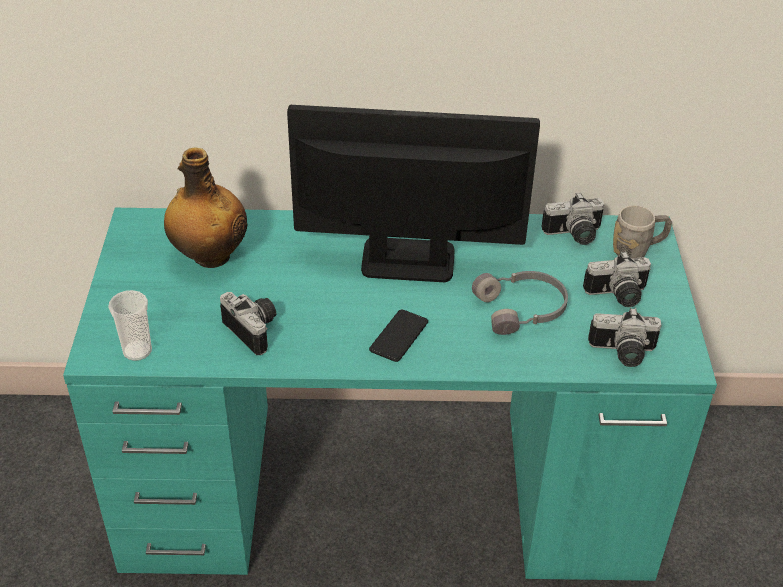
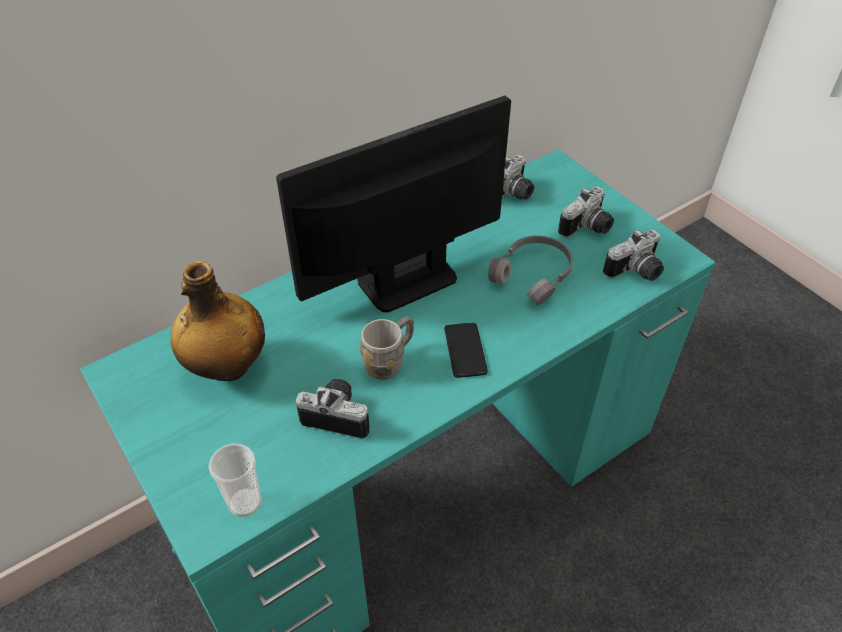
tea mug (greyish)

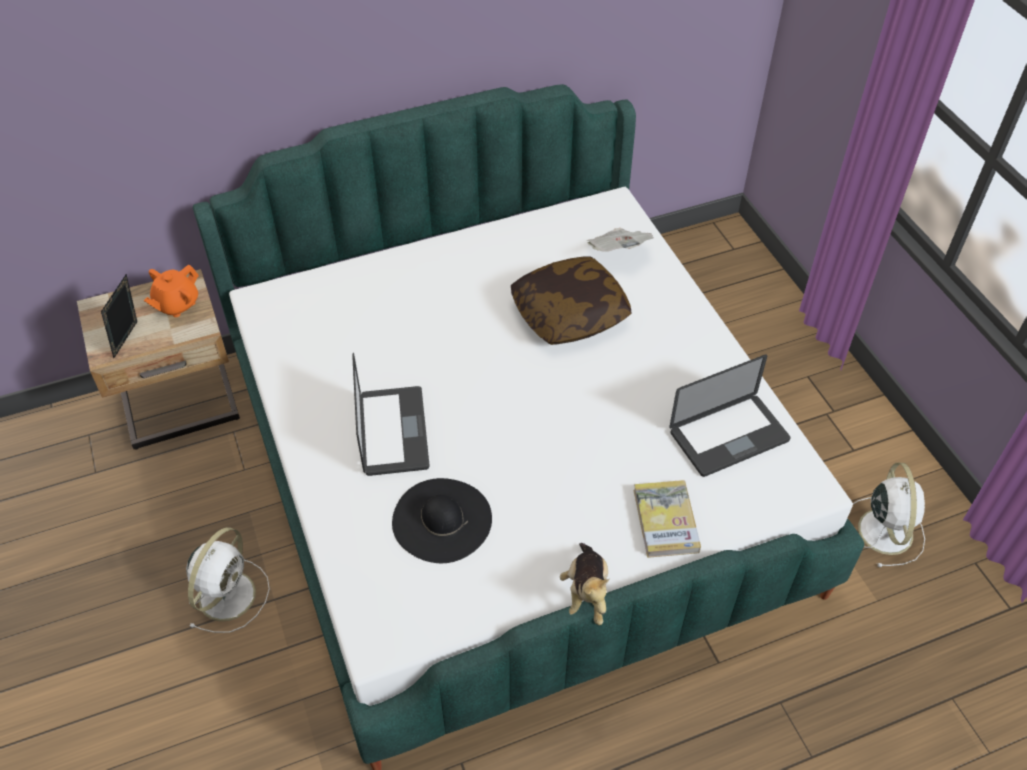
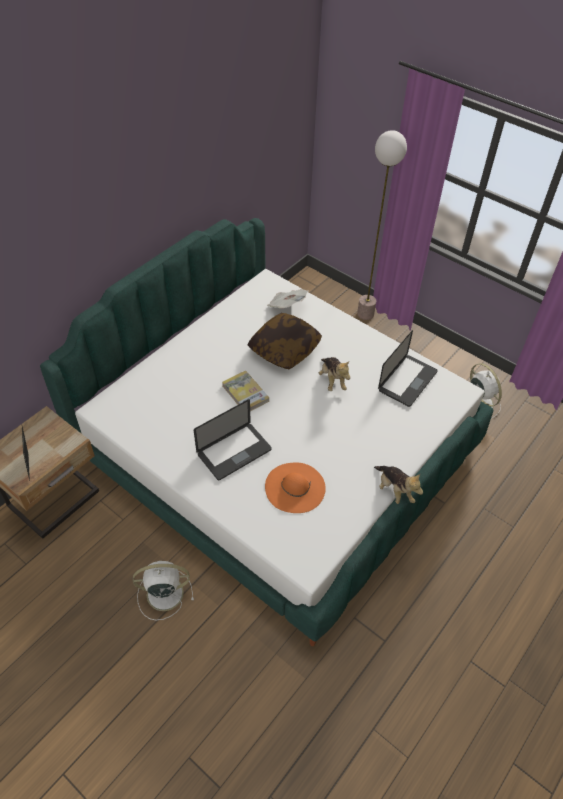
pot for tea (orange)
cuddly toy (no. 1 from left)
floor lamp
volume
clothing hat (orange)
cooling fan (white-coloured) (no. 1 from left)
notebook computer (no. 1 from left)

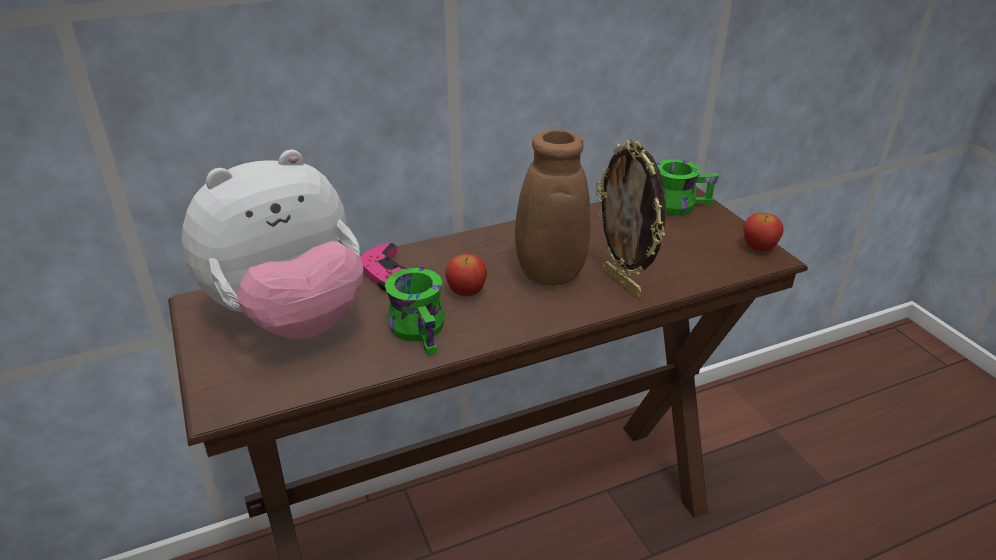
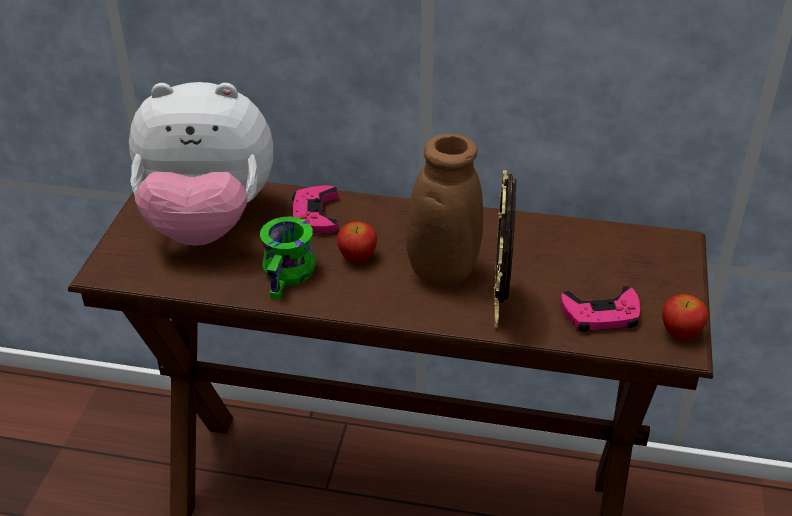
tea mug (greenish) (no. 2 from left in the first image)
game controller (pink-coloured) (no. 2 from left)

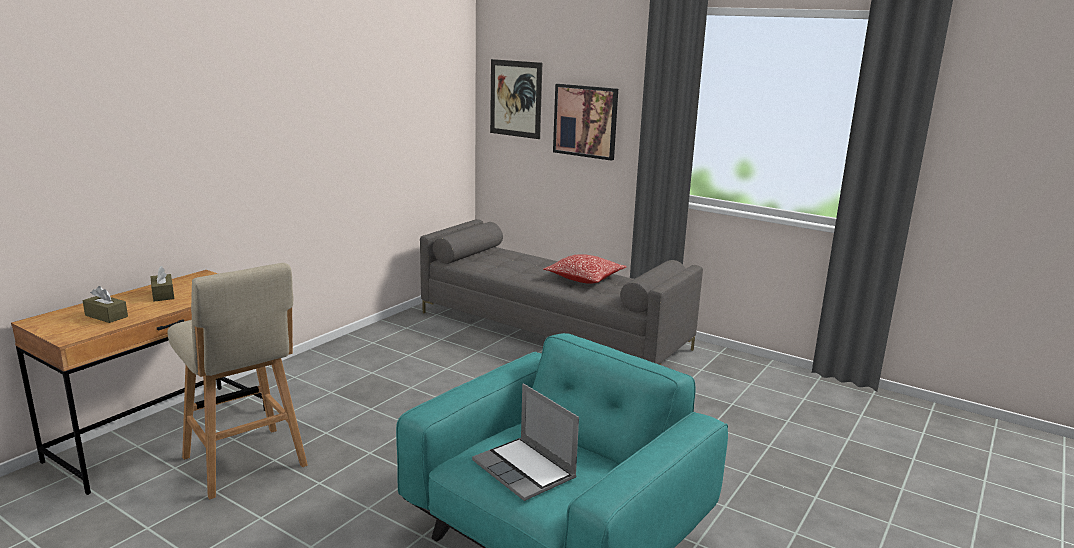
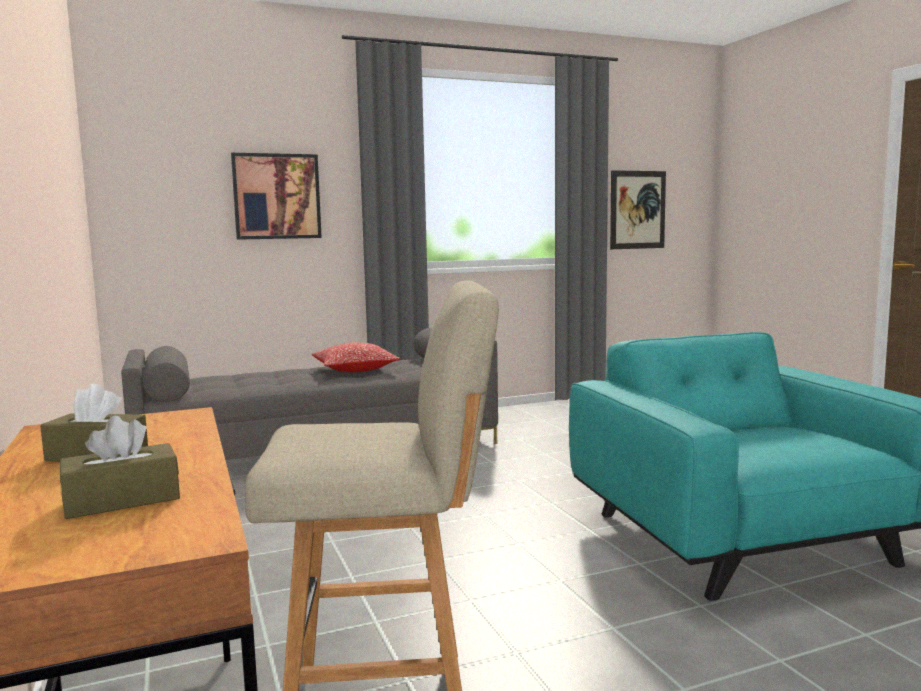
notebook computer
wall art (no. 2 from left)

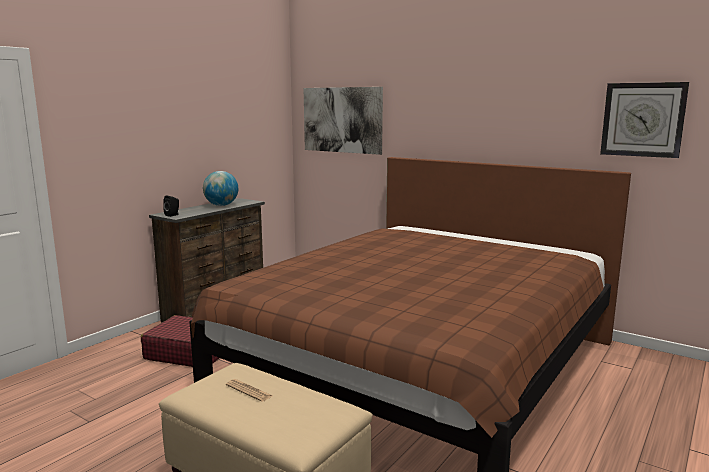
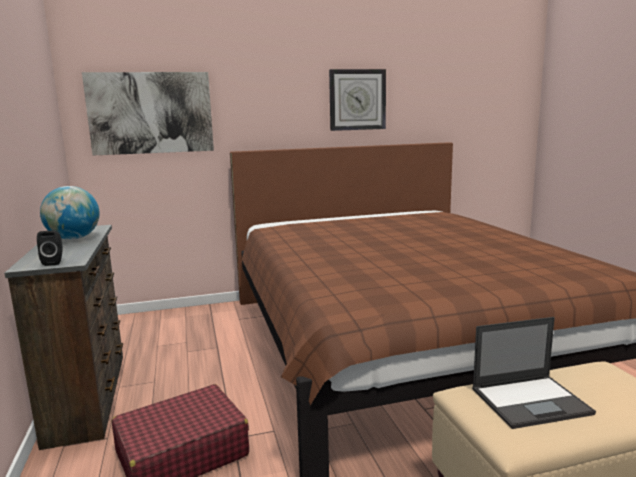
hanging clock
notebook computer

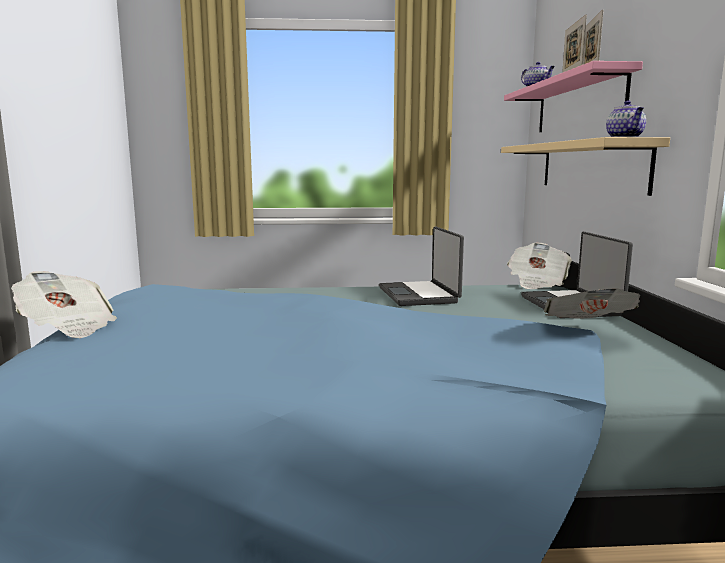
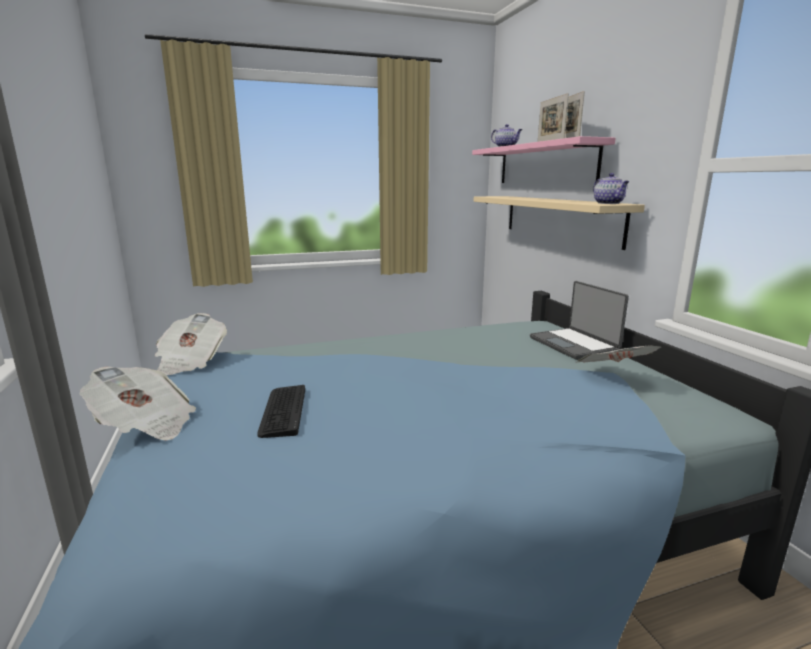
notebook computer (no. 1 from left in the first image)
computer keyboard
printed paper (no. 2 from left)

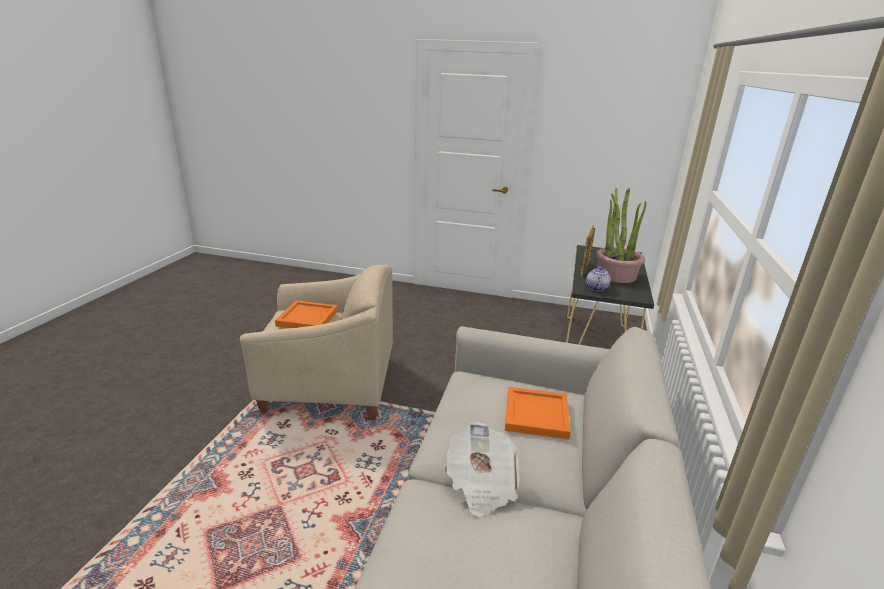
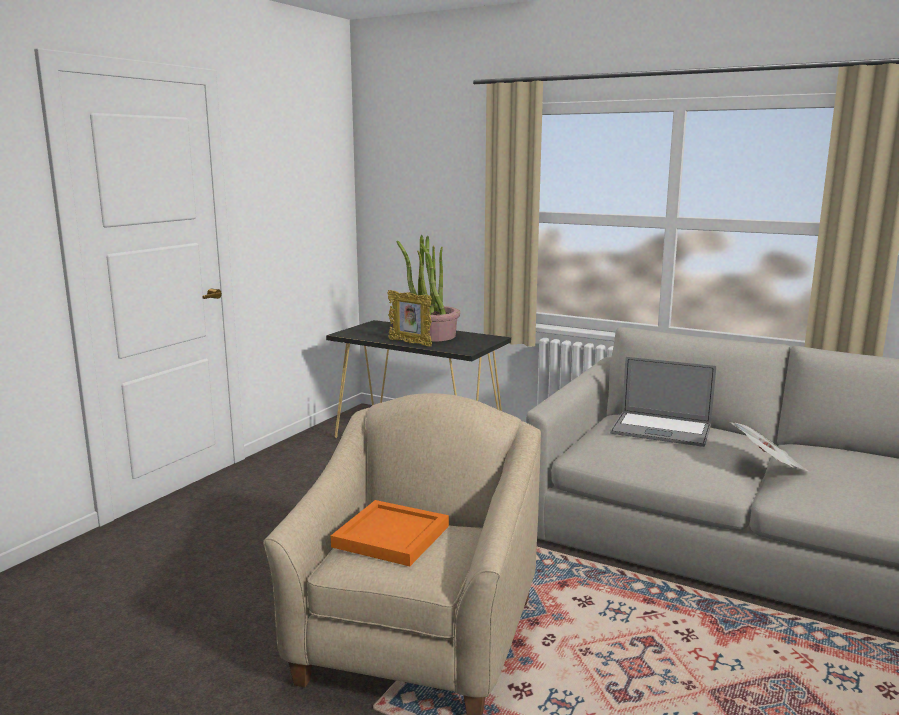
pot for tea
notebook computer

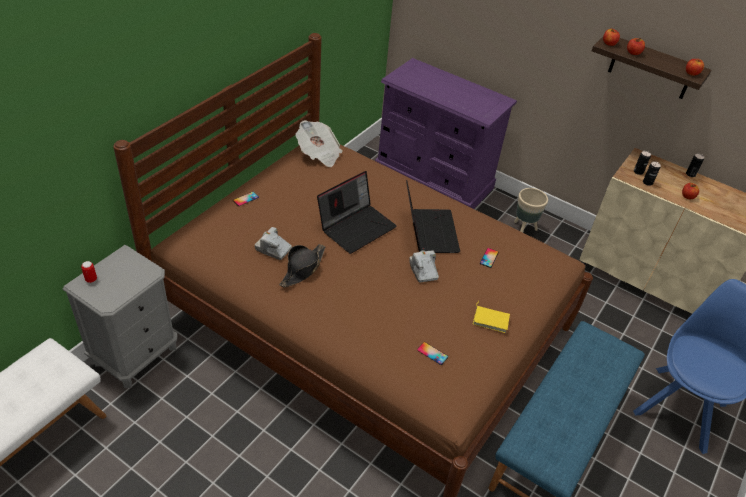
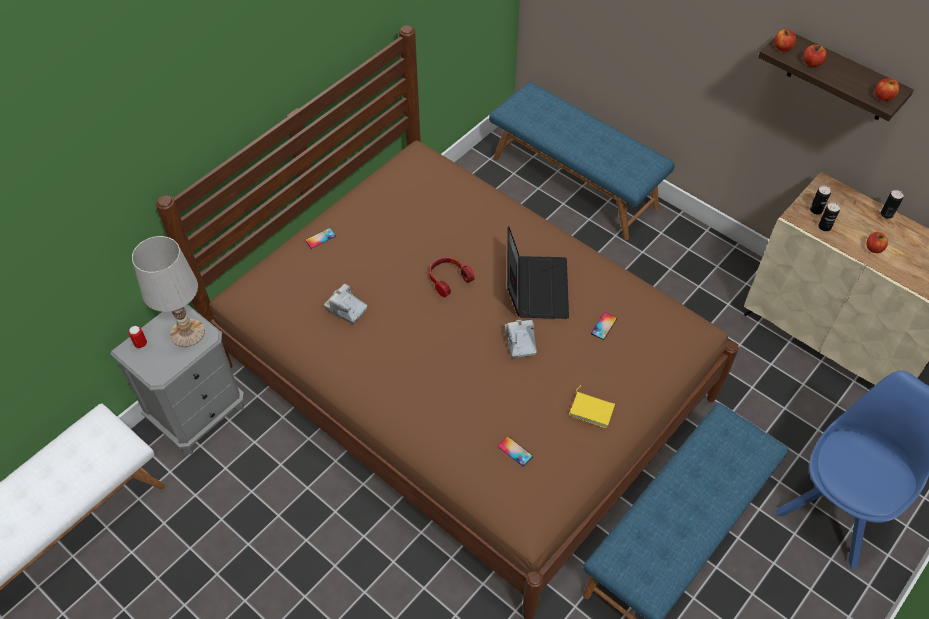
clothing hat (black)
printed paper
flower pot (beige-coloured)
lamp for a table (white-coloured)
pair of headphones
bench (blue-coloured) (no. 1 from left)

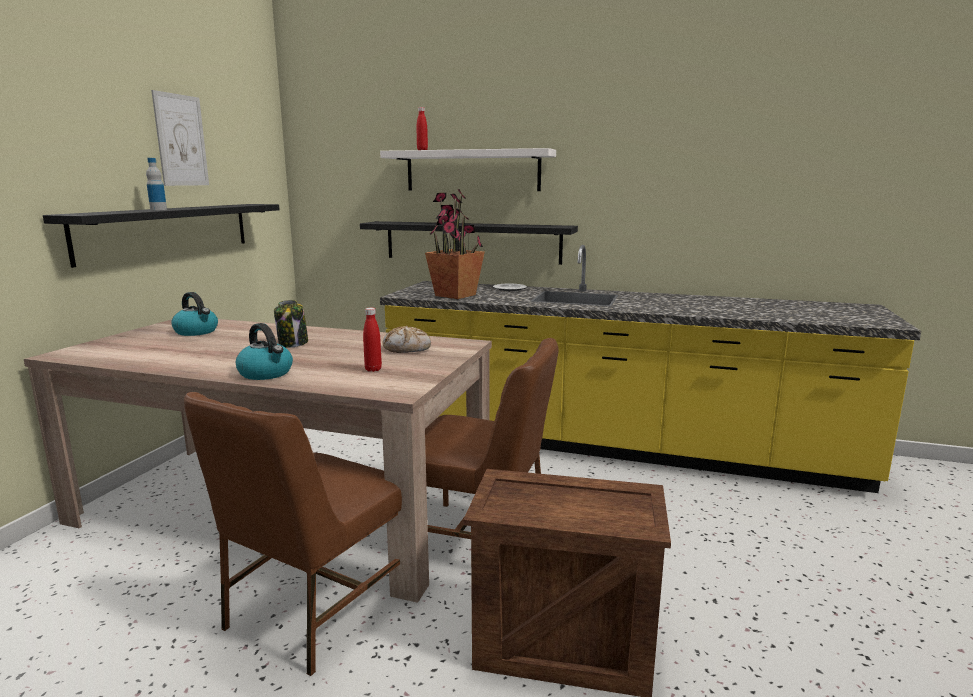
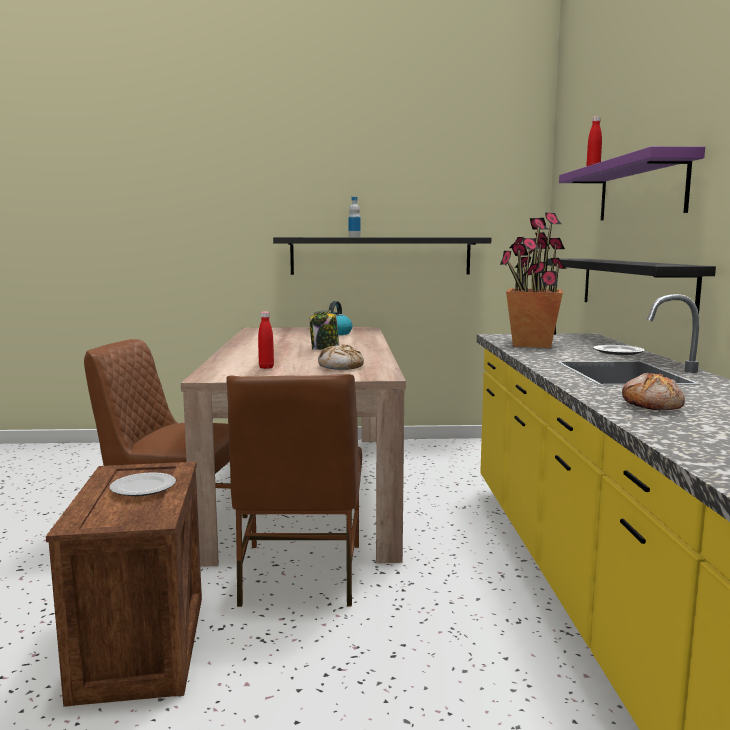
wall art
kettle (no. 2 from left in the first image)
flat dish (no. 1 from left)
bakery bread (no. 2 from left)
bracket shelf (purple-coloured)

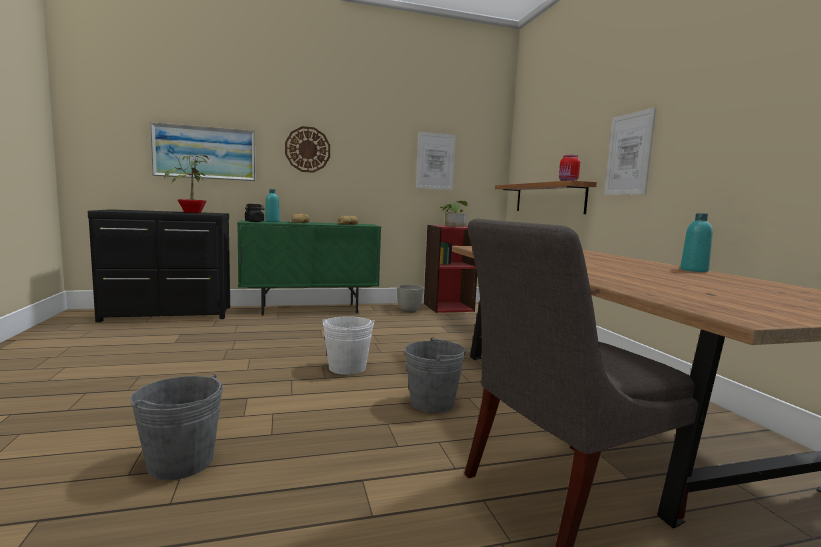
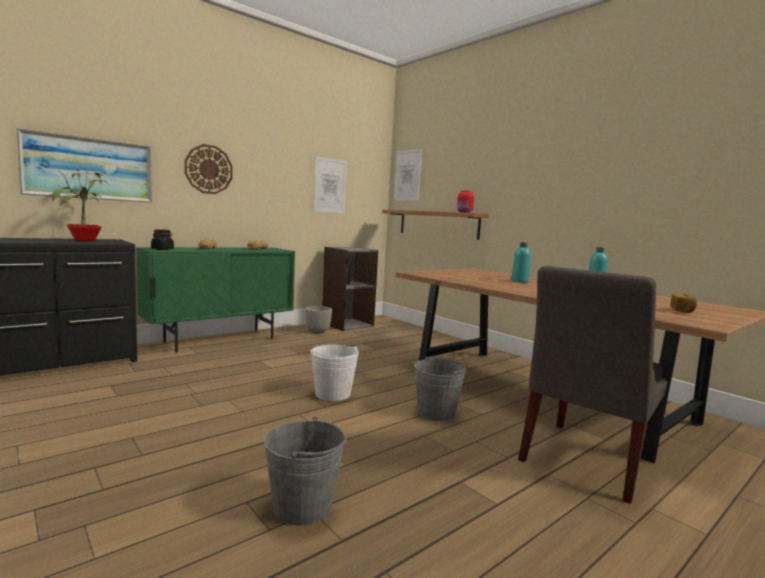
plant in a pot (no. 2 from left in the first image)
bakery bread (no. 3 from left)
drink bottle (turquoise) (no. 1 from left)
wall art (no. 3 from left)
shelving unit (greyish)

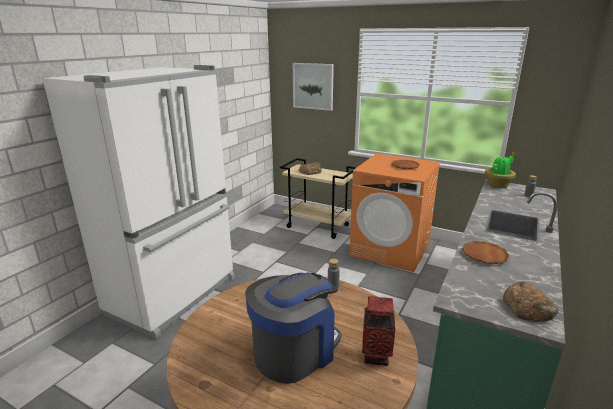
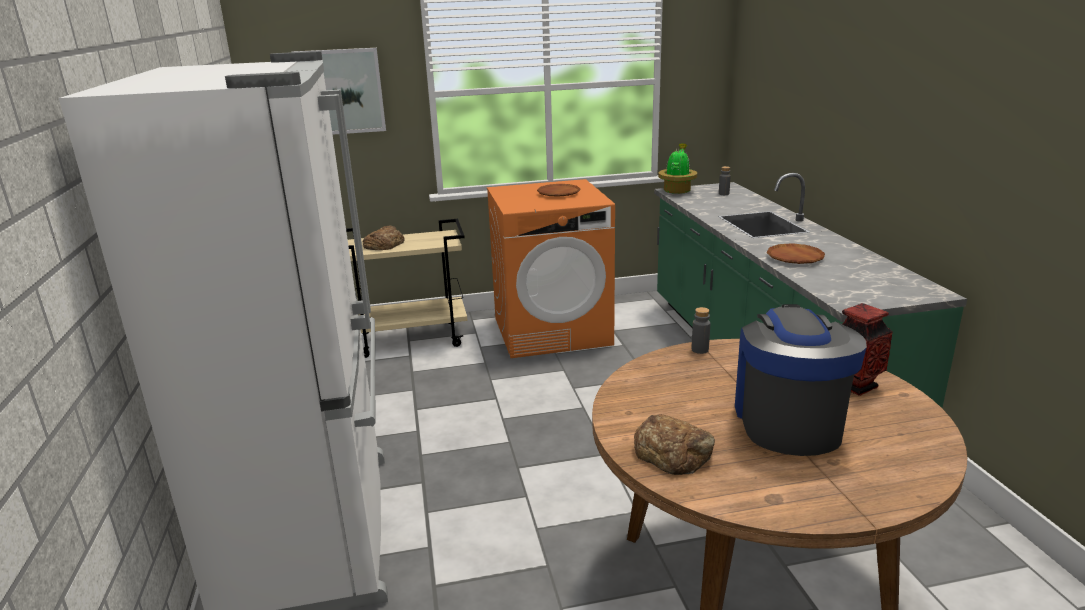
bakery bread (no. 2 from left)

